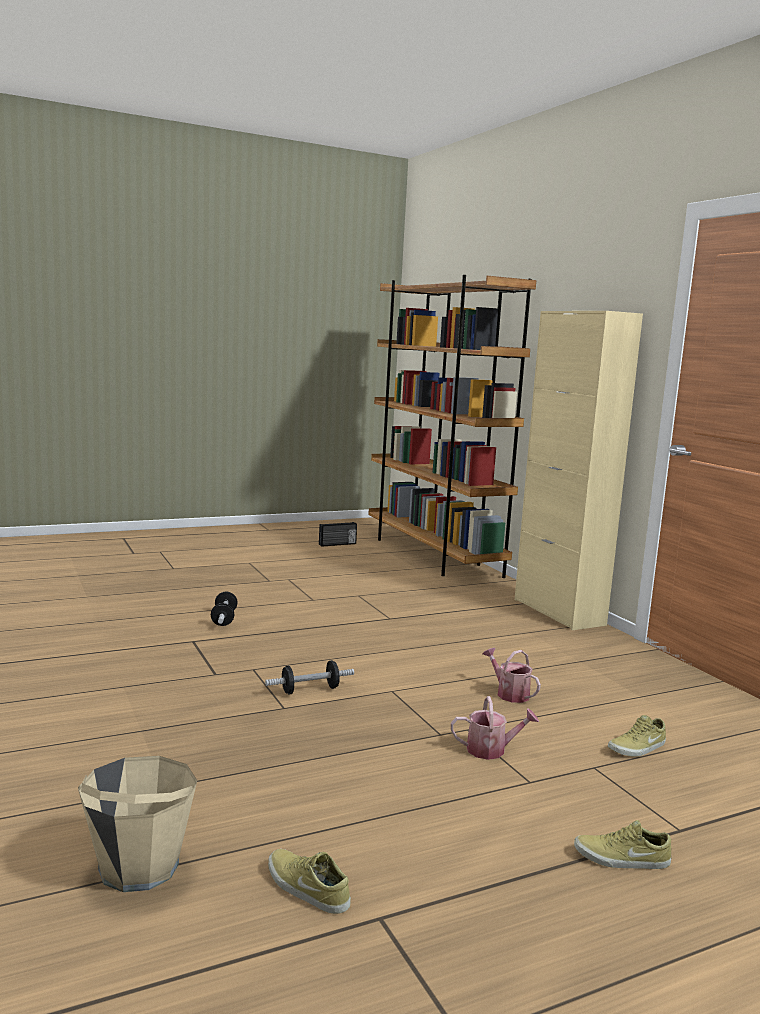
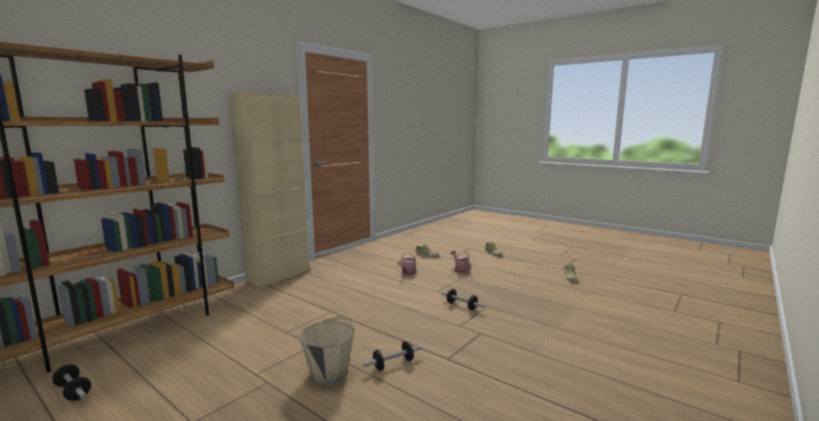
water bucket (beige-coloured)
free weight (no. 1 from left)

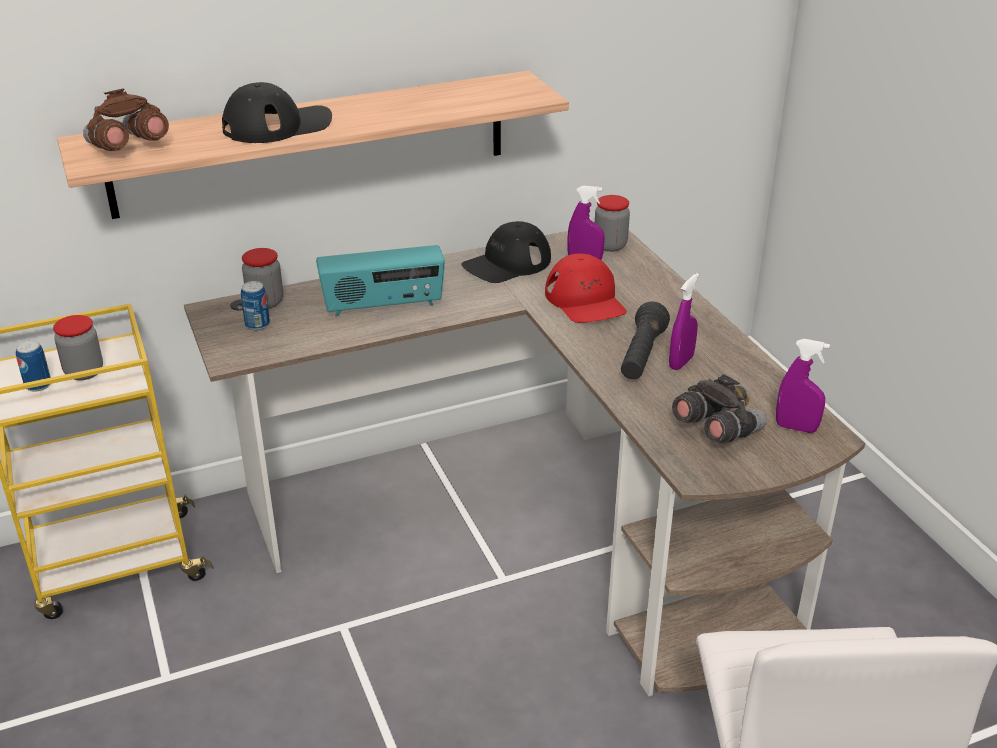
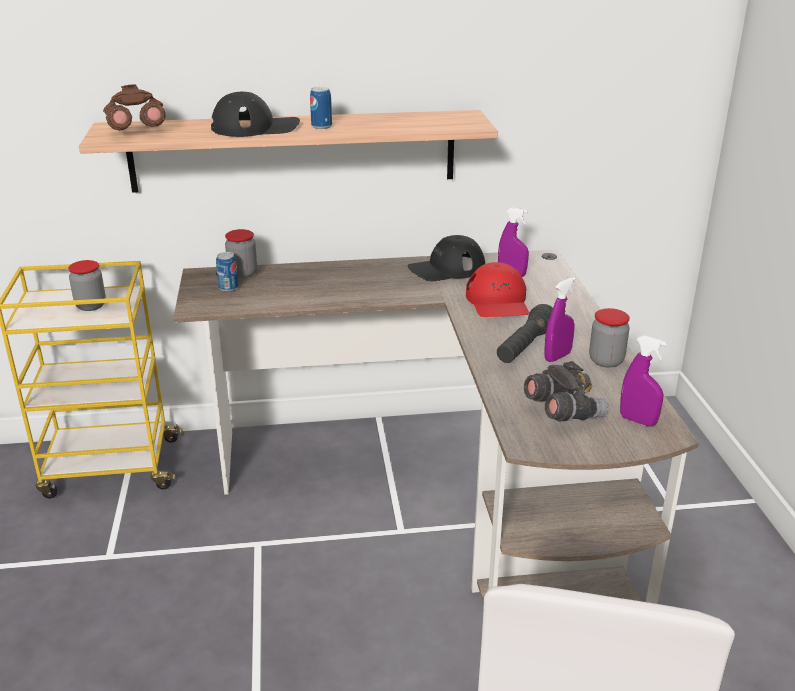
radio receiver
metal can (no. 2 from left)
storage jar (no. 3 from left)

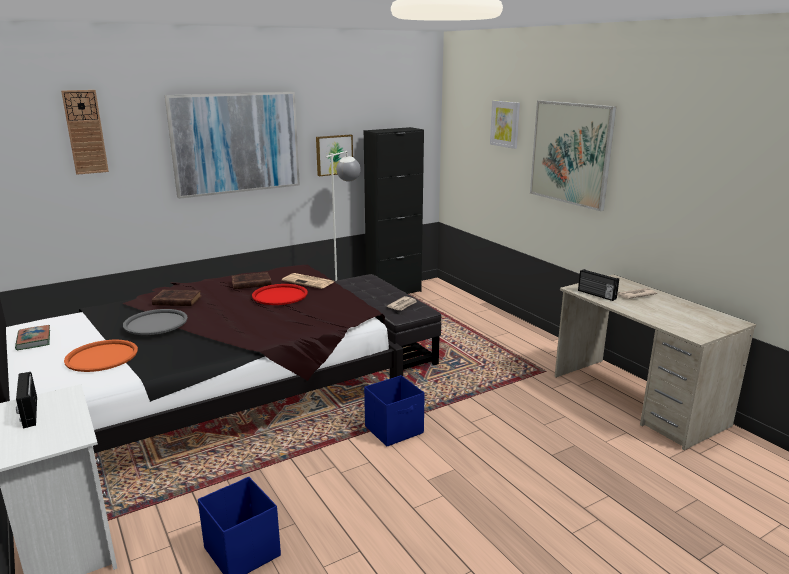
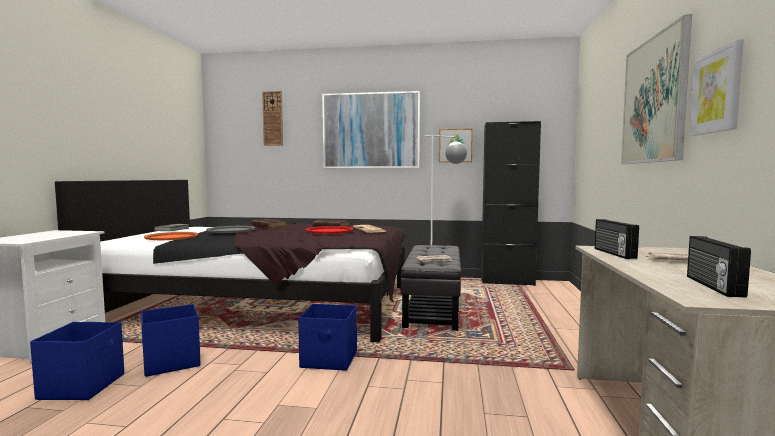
storage box (blue-coloured) (no. 2 from left)
radio receiver (no. 2 from left)
wall art (no. 4 from left)

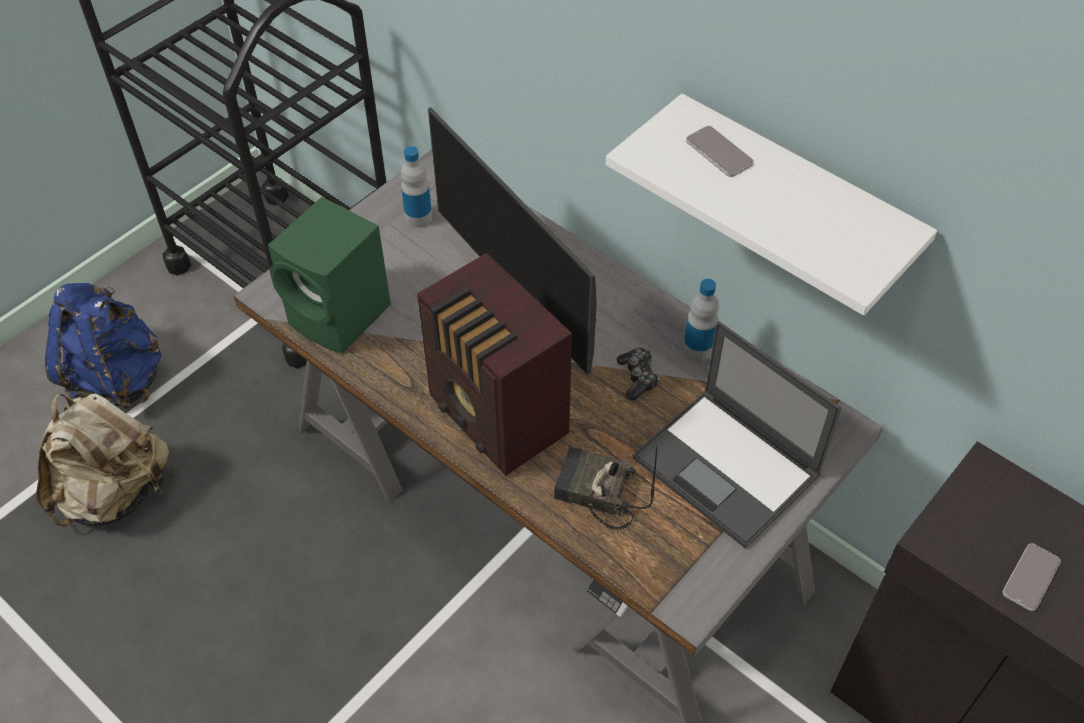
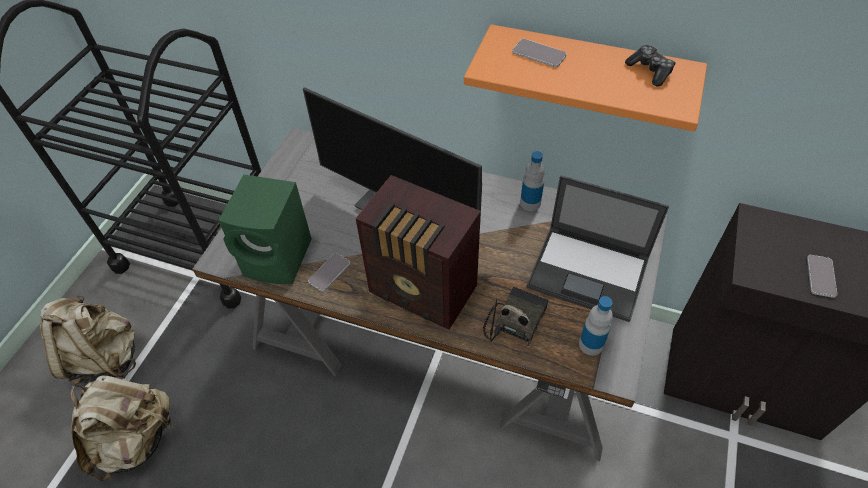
telephone (no. 1 from left)
drink bottle (no. 2 from left)
game controller
knapsack (beige-coloured) (no. 1 from left)
bracket shelf (orange)
radio receiver (no. 2 from left)

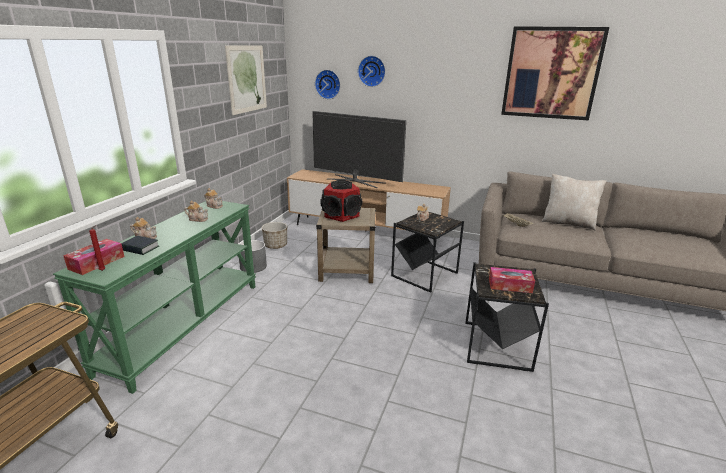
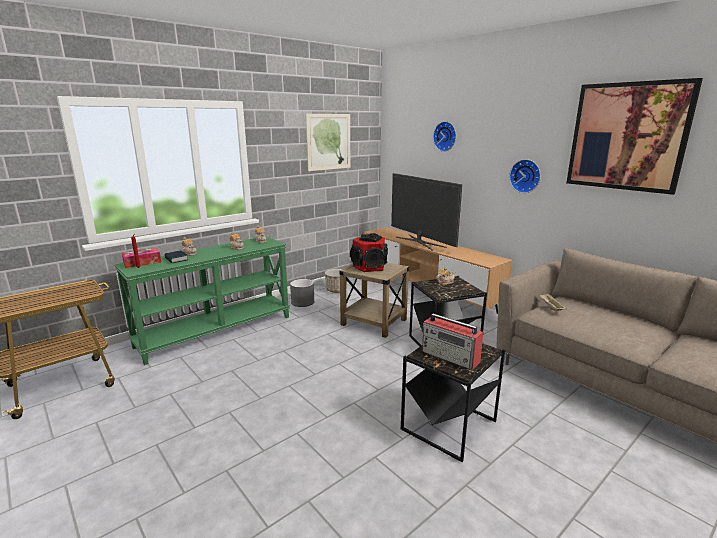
cushion (beige-coloured)
hanging clock (no. 2 from left)
radio receiver

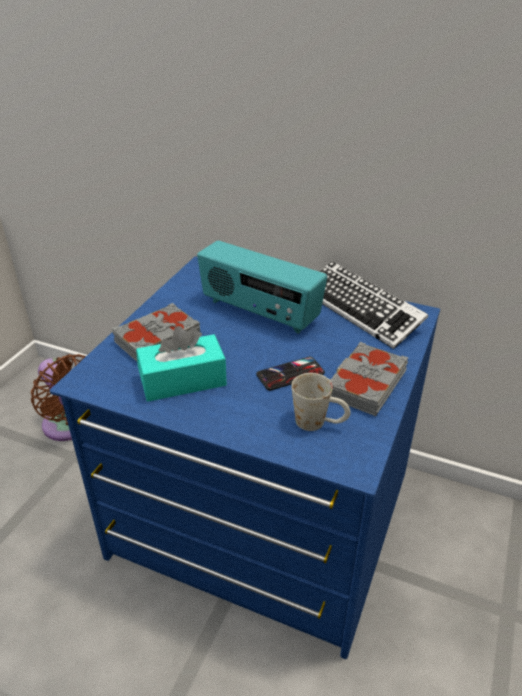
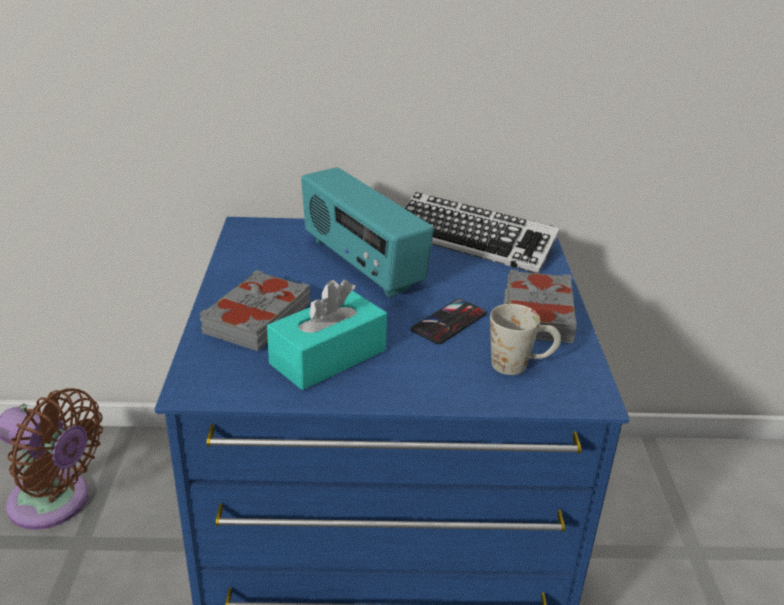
radio receiver

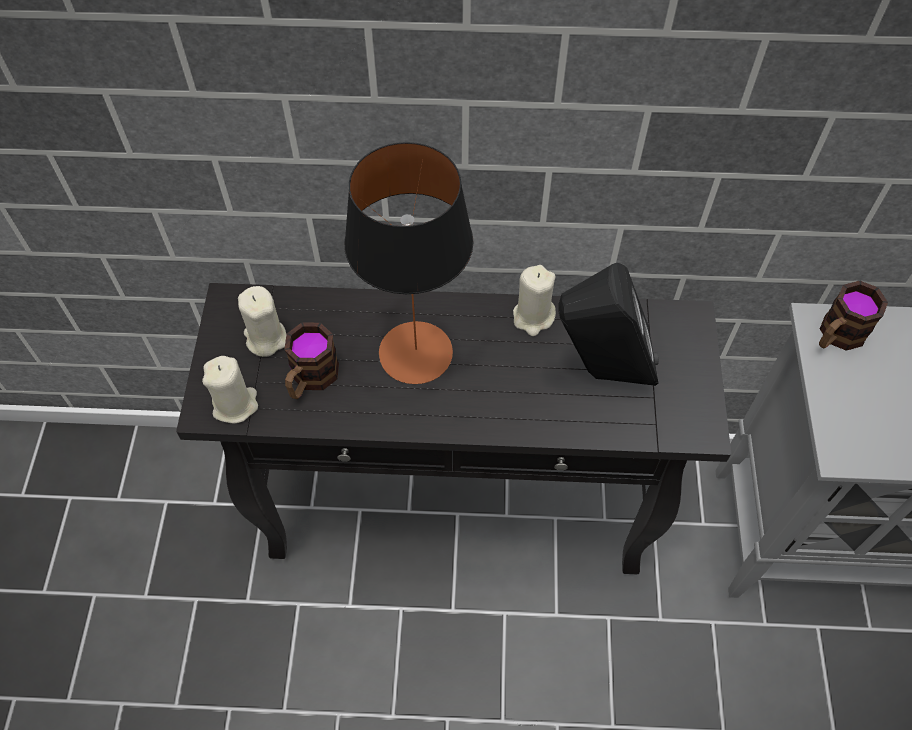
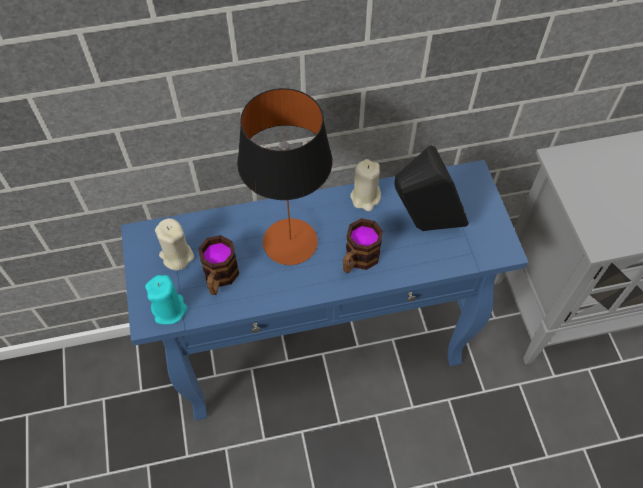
tea mug (no. 2 from left)
console table (blue-coloured)
wax light (turquoise)

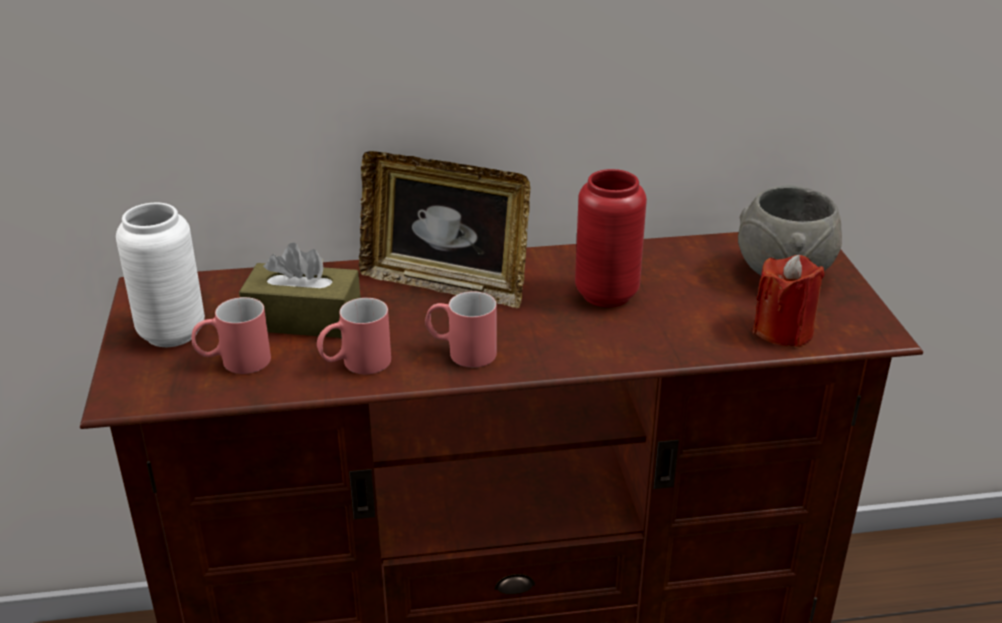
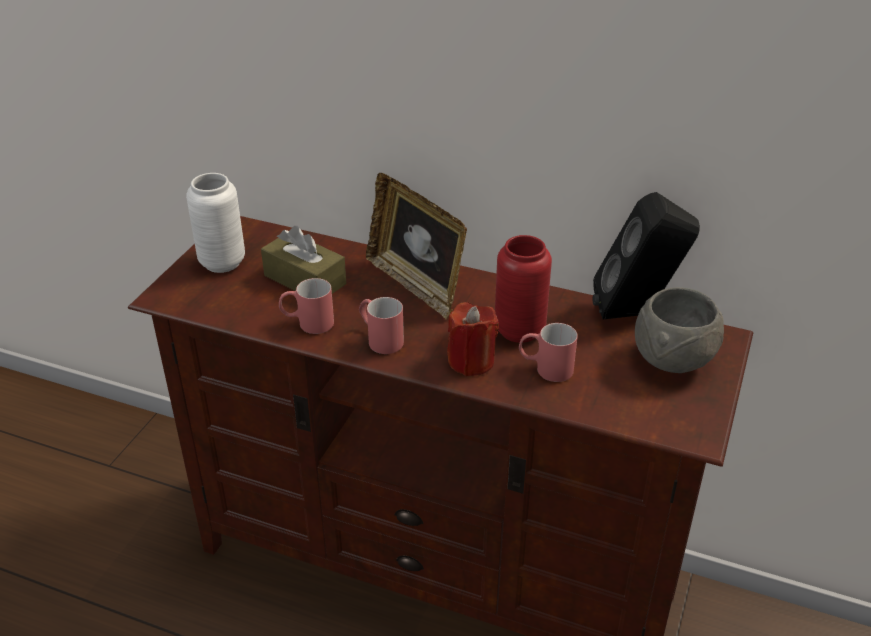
audio speaker (black)
tea mug (red) (no. 3 from left)
wax light (red)

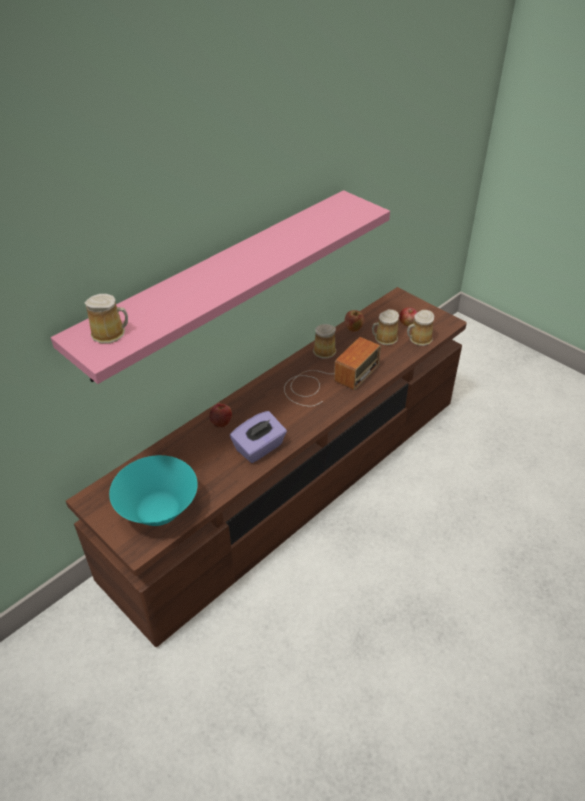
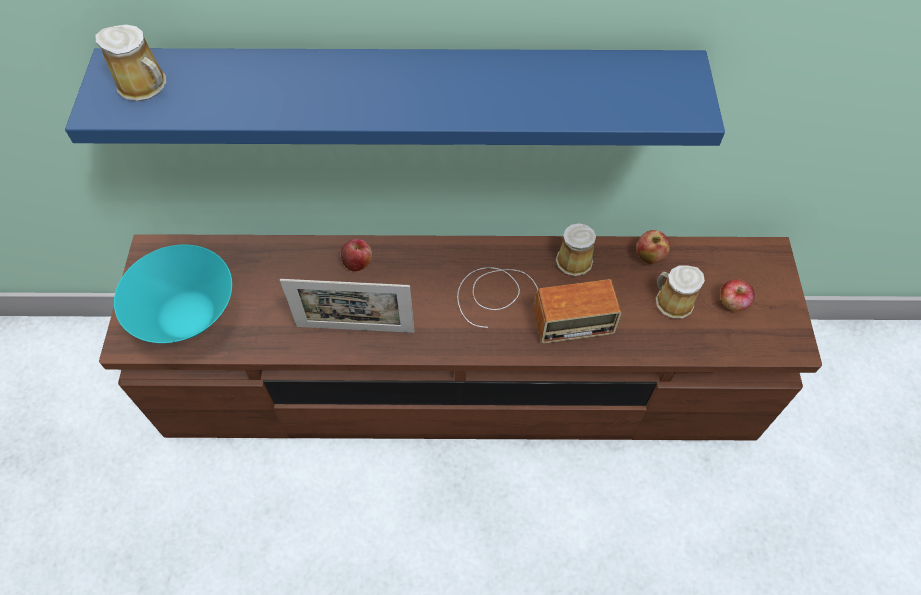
tea mug (no. 4 from left in the first image)
standing frame
bracket shelf (blue-coloured)

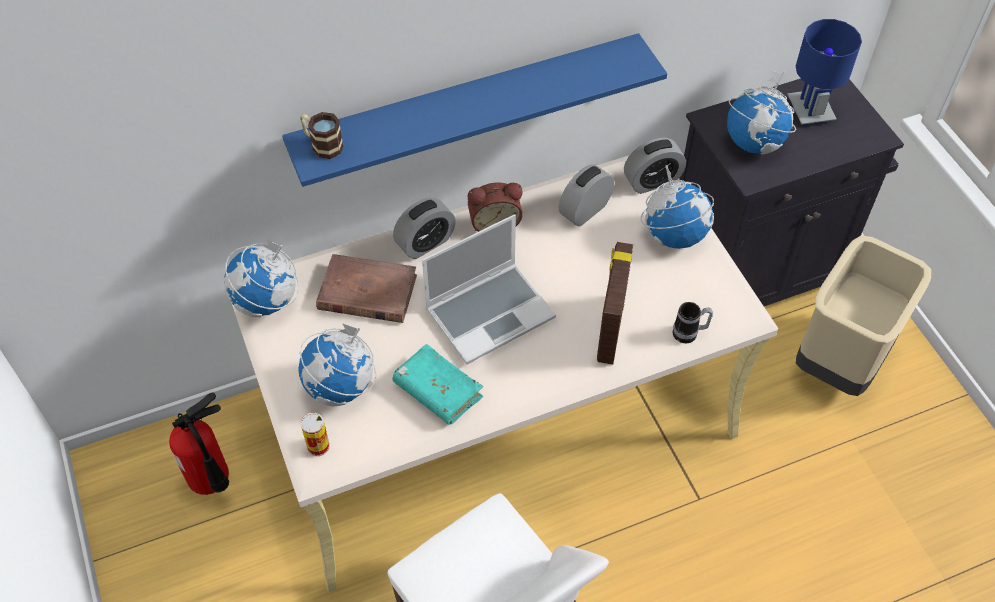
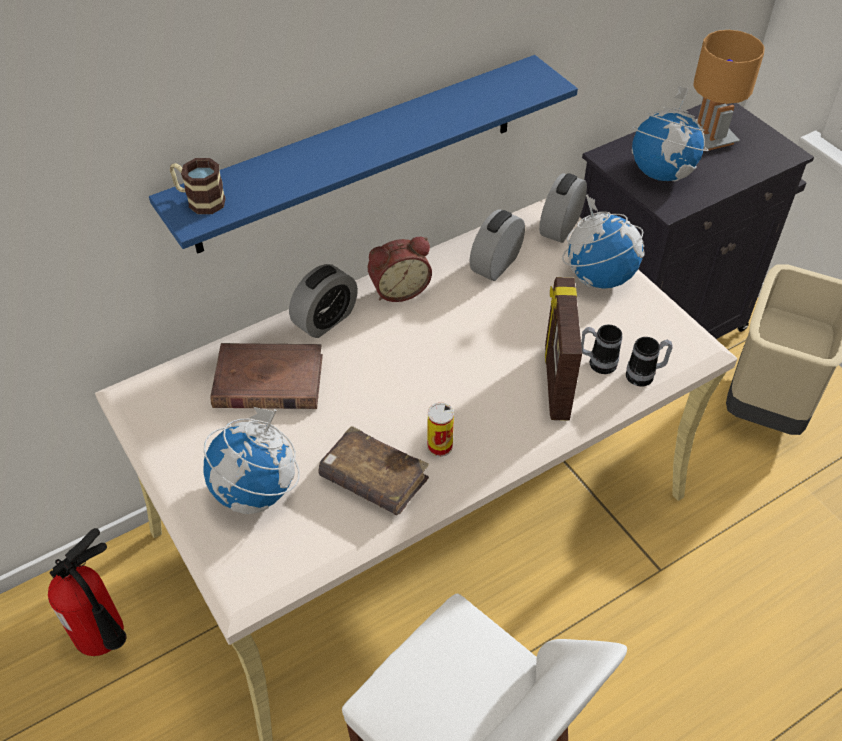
world globe (no. 1 from left in the first image)
notebook computer
tea mug (no. 2 from left)
metal can
volume (brown) (no. 2 from left)
lamp for a table (brown)
alarm clock (no. 4 from left)

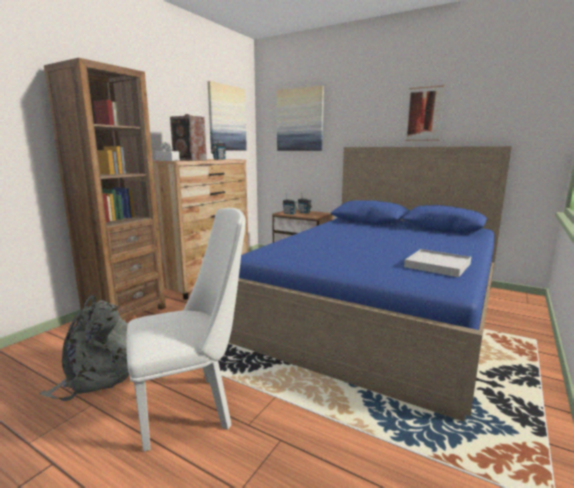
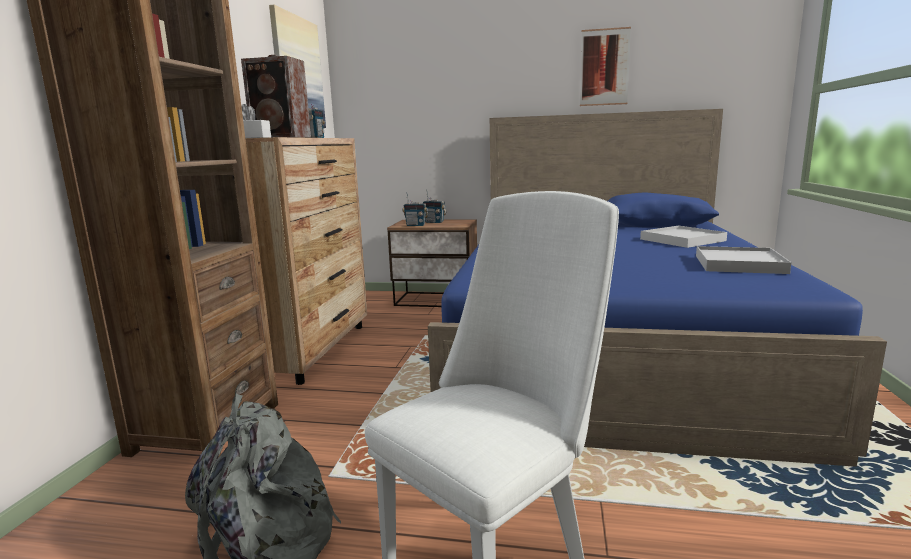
wall art (no. 2 from left in the first image)
carrying tray (white-coloured) (no. 1 from left)

